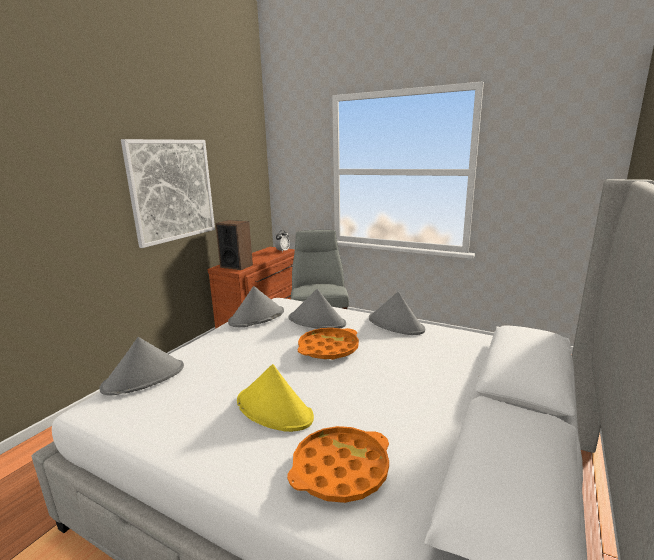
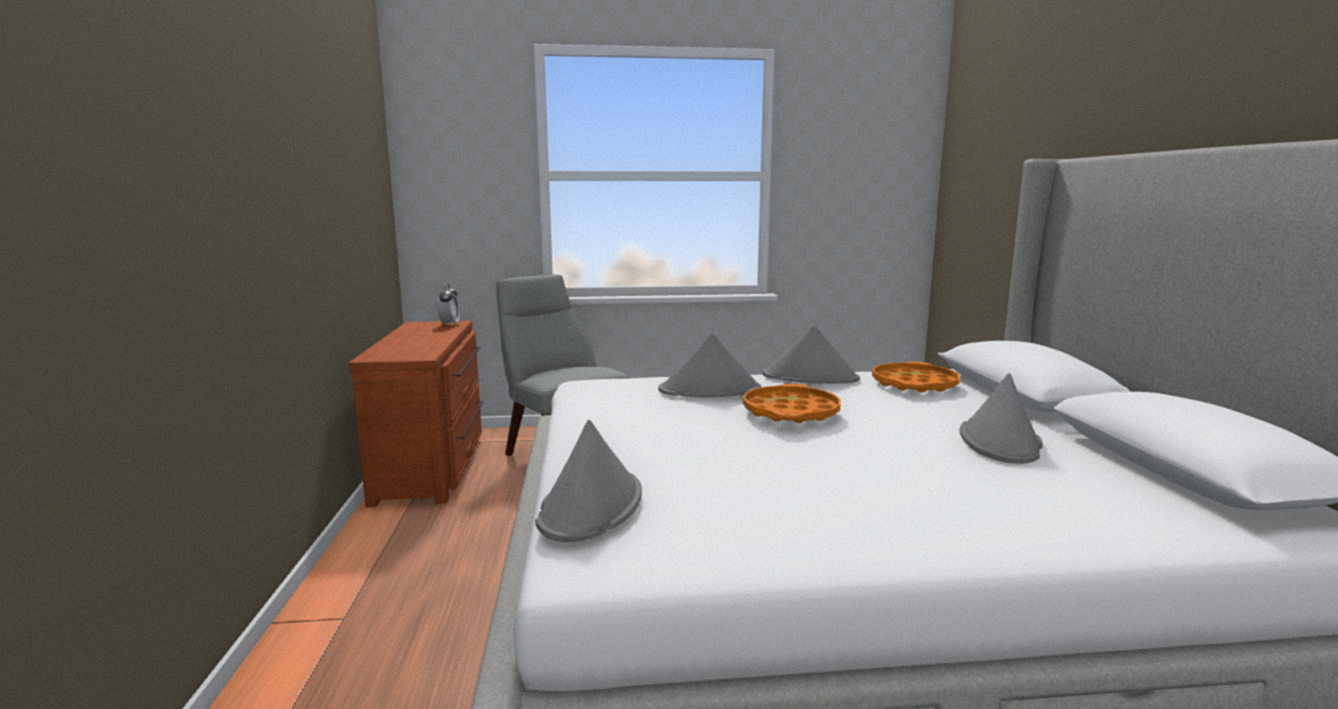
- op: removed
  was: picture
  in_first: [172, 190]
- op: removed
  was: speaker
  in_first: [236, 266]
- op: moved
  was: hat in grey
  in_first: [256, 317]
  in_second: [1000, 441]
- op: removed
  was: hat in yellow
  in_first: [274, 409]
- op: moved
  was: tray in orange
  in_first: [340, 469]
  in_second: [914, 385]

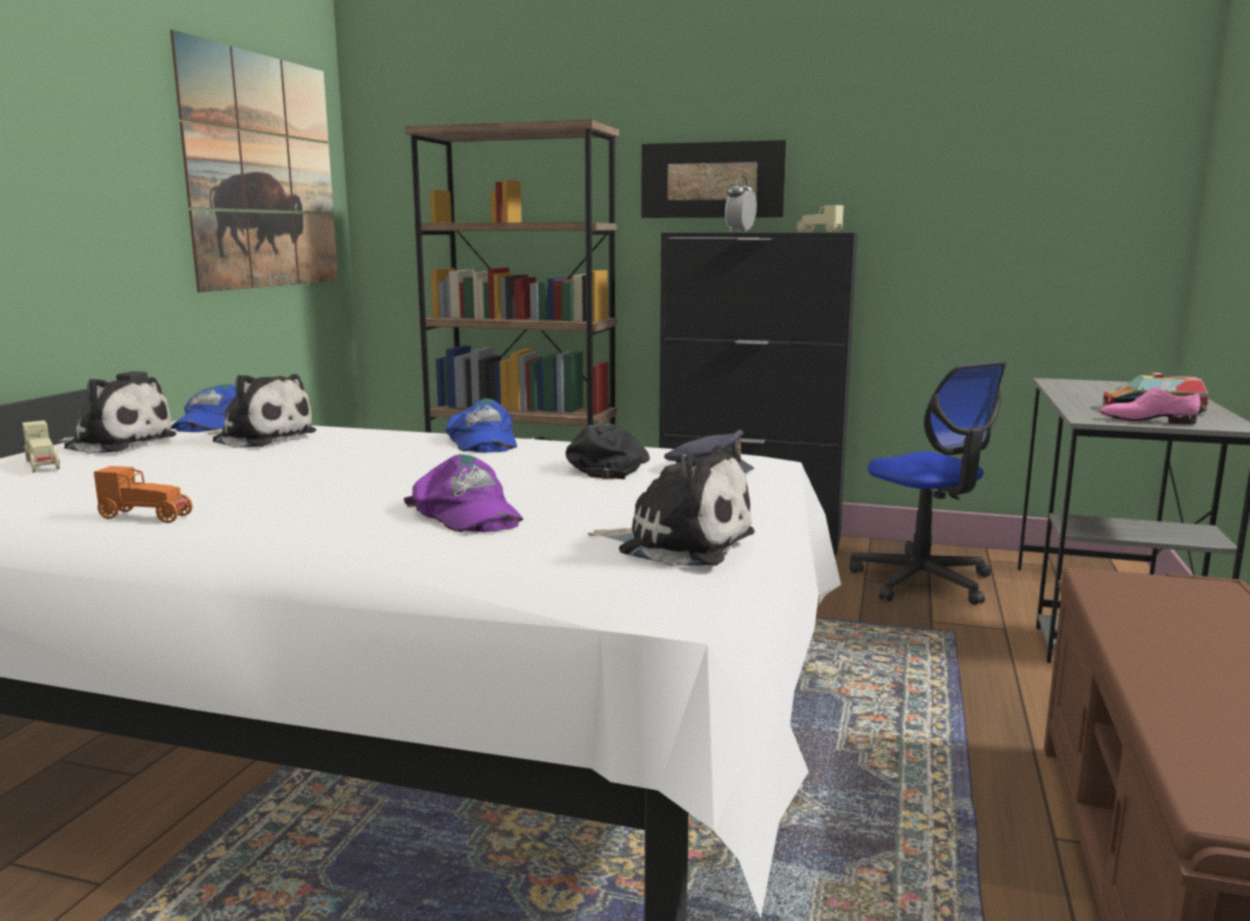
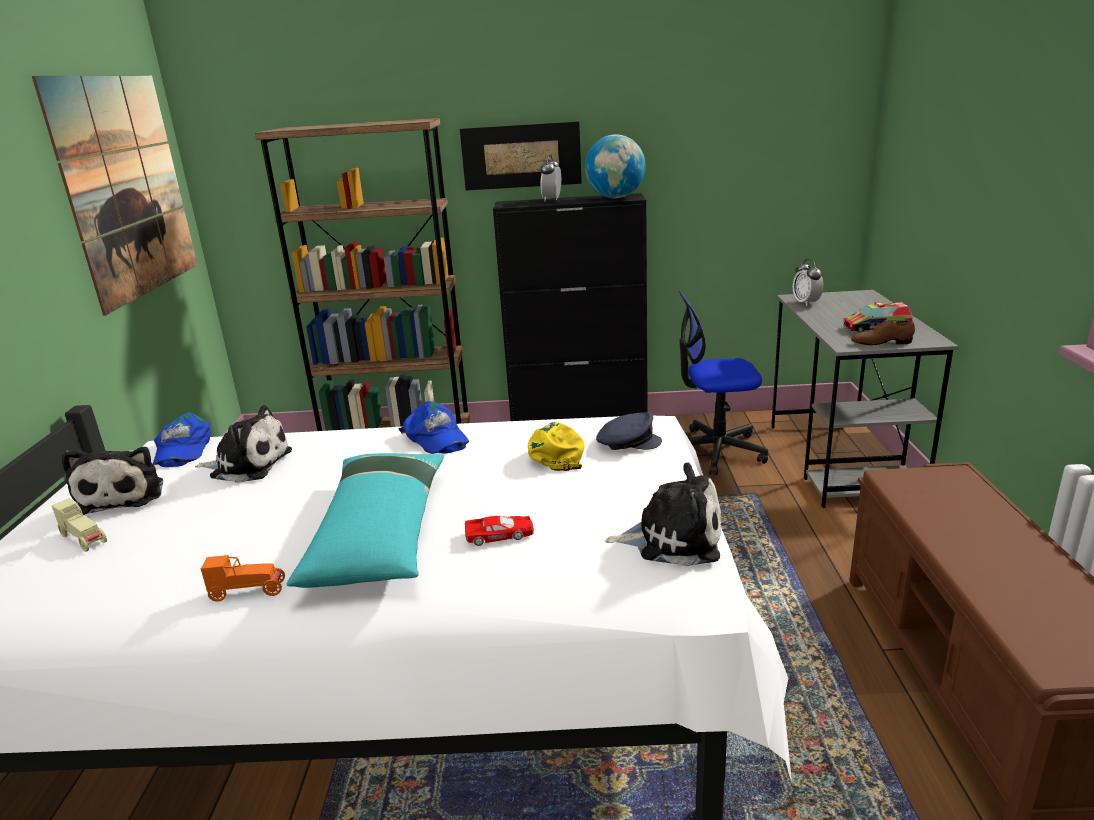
- op: replaced
  was: toy car in beige
  now: globe
  in_first: [818, 232]
  in_second: [615, 198]
- op: turned
  was: office chair
  in_first: [922, 581]
  in_second: [715, 451]
  clockwise: 135
- op: turned
  was: plush toy
  in_first: [117, 443]
  in_second: [124, 495]
  clockwise: 75
- op: recoloured
  was: shoe in pink
  now: shoe in brown
  in_first: [1147, 421]
  in_second: [881, 343]
- op: recoloured
  was: cap in black
  now: cap in yellow
  in_first: [610, 465]
  in_second: [557, 452]
- op: replaced
  was: cap in purple
  now: toy car in red
  in_first: [466, 513]
  in_second: [499, 535]
- op: added
  now: alarm clock
  in_second: [806, 303]
- op: added
  now: pillow in turquoise
  in_second: [379, 532]

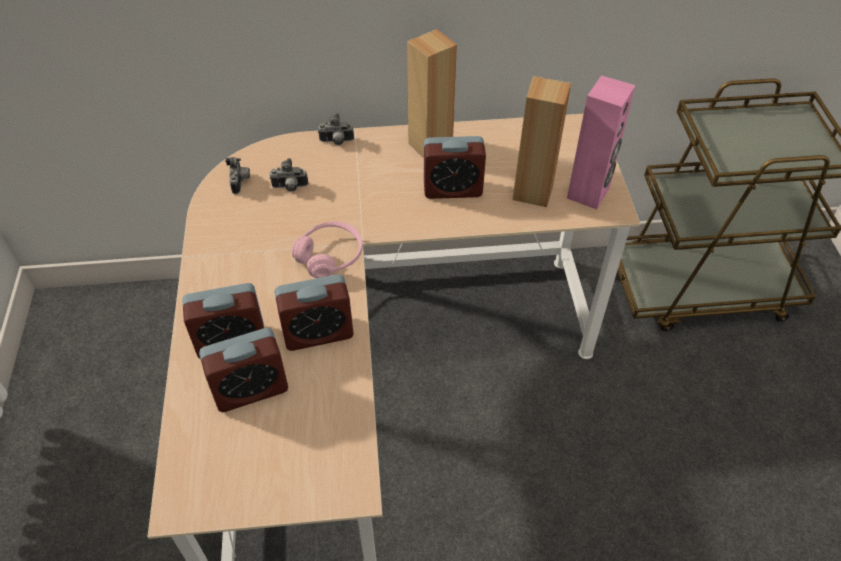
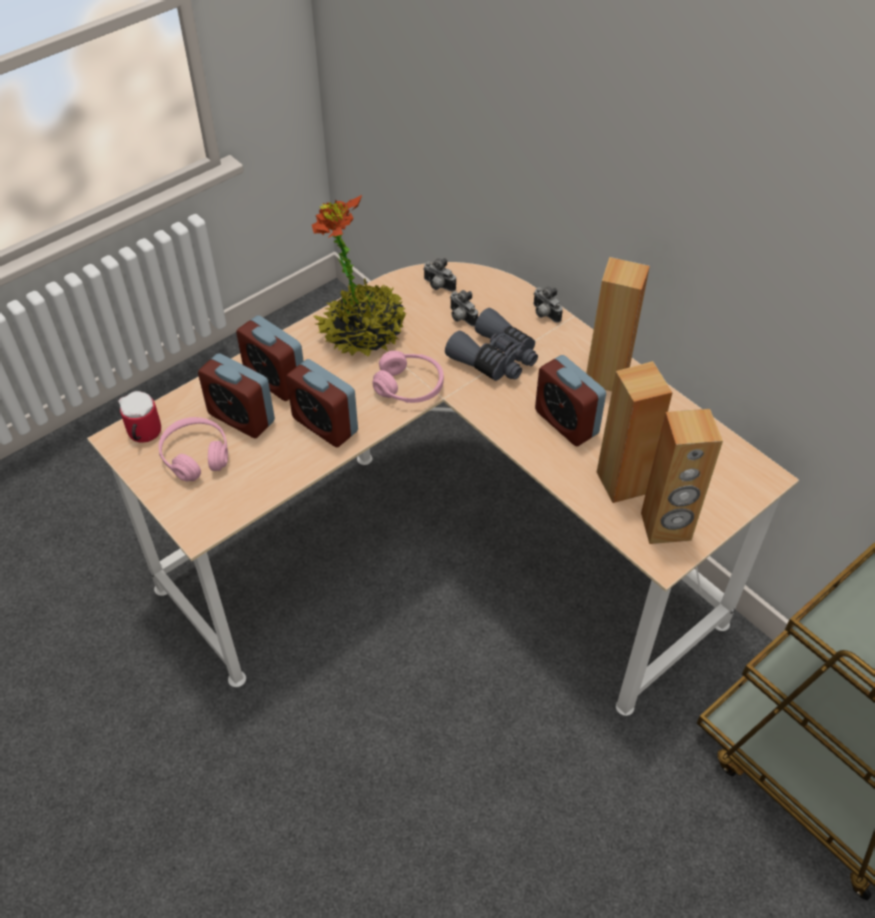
- op: recoloured
  was: speaker in pink
  now: speaker in brown
  in_first: [589, 193]
  in_second: [666, 527]
- op: turned
  was: photo camera
  in_first: [241, 182]
  in_second: [437, 286]
  clockwise: 75
- op: added
  now: potted plant
  in_second: [363, 332]
- op: added
  now: binoculars in grey
  in_second: [495, 358]
- op: added
  now: mug
  in_second: [142, 434]
- op: added
  now: headphones in pink
  in_second: [196, 456]

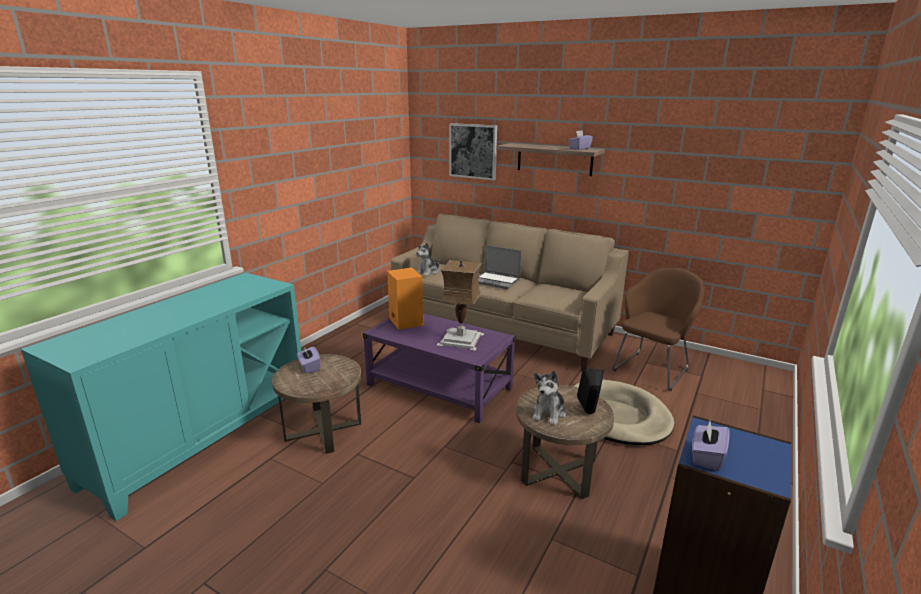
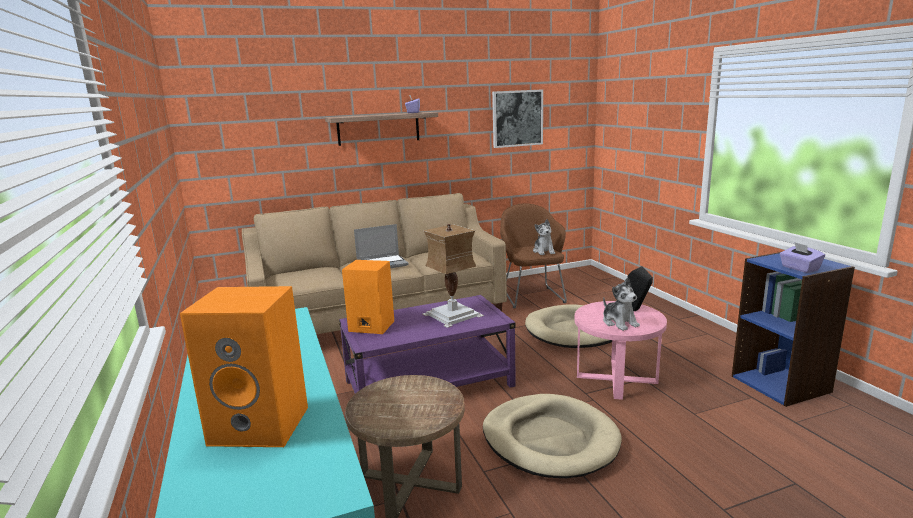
- op: moved
  was: picture
  in_first: [473, 151]
  in_second: [517, 118]
- op: moved
  was: plush toy
  in_first: [428, 272]
  in_second: [544, 251]
- op: removed
  was: tissue box in purple
  in_first: [309, 367]
- op: recoloured
  was: side table in brown
  now: side table in pink
  in_first: [558, 470]
  in_second: [616, 378]
- op: added
  now: speaker in orange
  in_second: [262, 424]
- op: added
  now: dog bed in beige
  in_second: [550, 440]

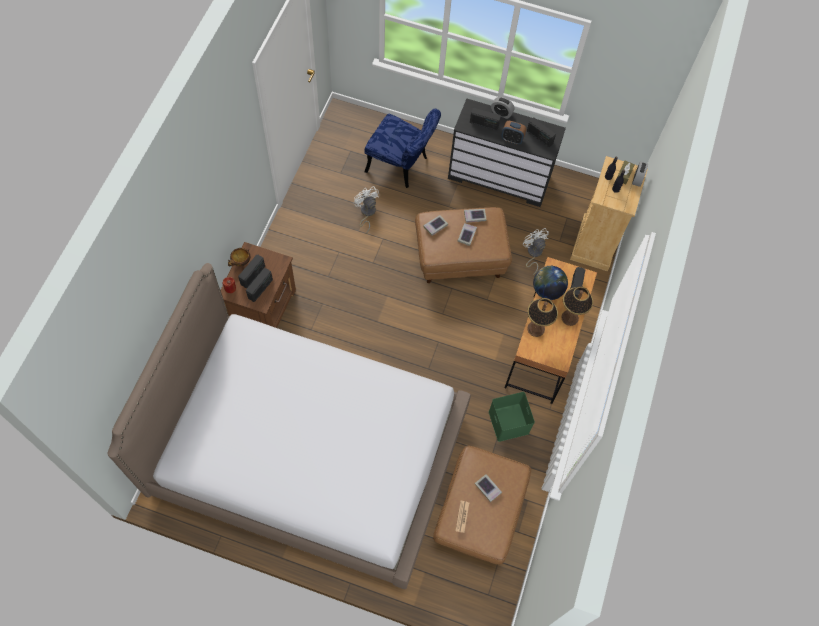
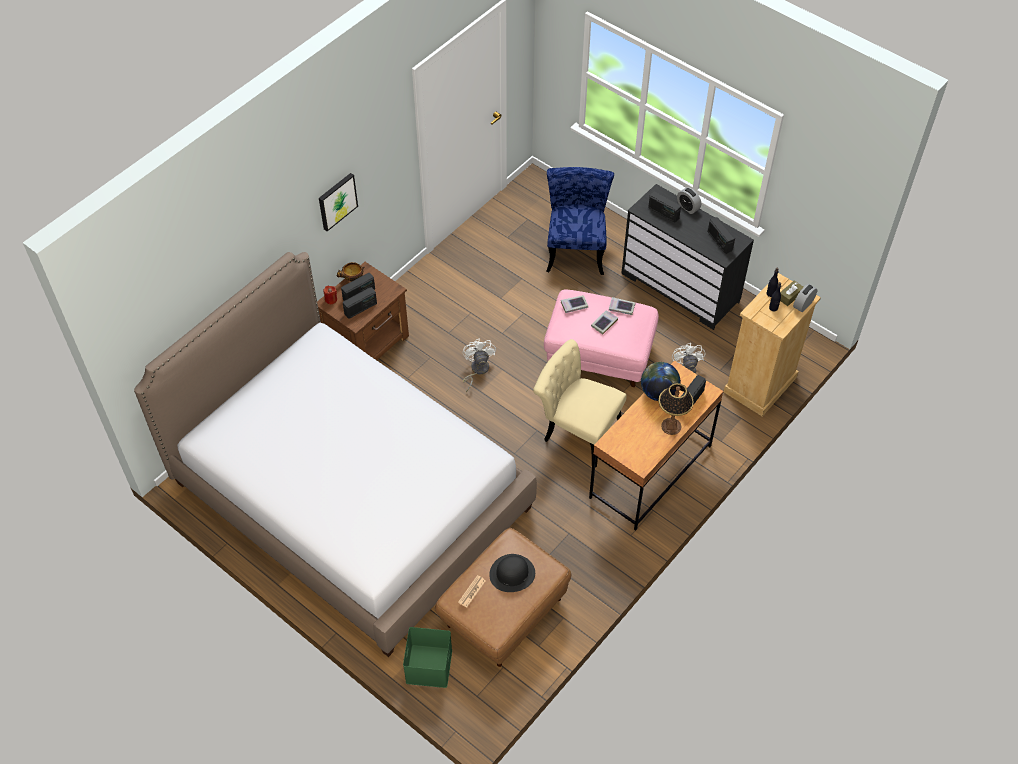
- op: turned
  was: chair in blue
  in_first: [401, 166]
  in_second: [576, 248]
  clockwise: -135
- op: removed
  was: alarm clock
  in_first: [512, 139]
- op: moved
  was: fan in white
  in_first: [366, 213]
  in_second: [477, 370]
- op: recoloured
  was: ottoman in brown
  now: ottoman in pink
  in_first: [460, 257]
  in_second: [599, 354]
- op: removed
  was: table lamp
  in_first: [536, 329]
- op: moved
  was: storage box in green
  in_first: [507, 421]
  in_second: [428, 665]
- op: replaced
  was: book
  now: hat in black
  in_first: [488, 488]
  in_second: [512, 574]
- op: added
  now: picture
  in_second: [337, 201]
- op: added
  now: chair in beige
  in_second: [576, 430]

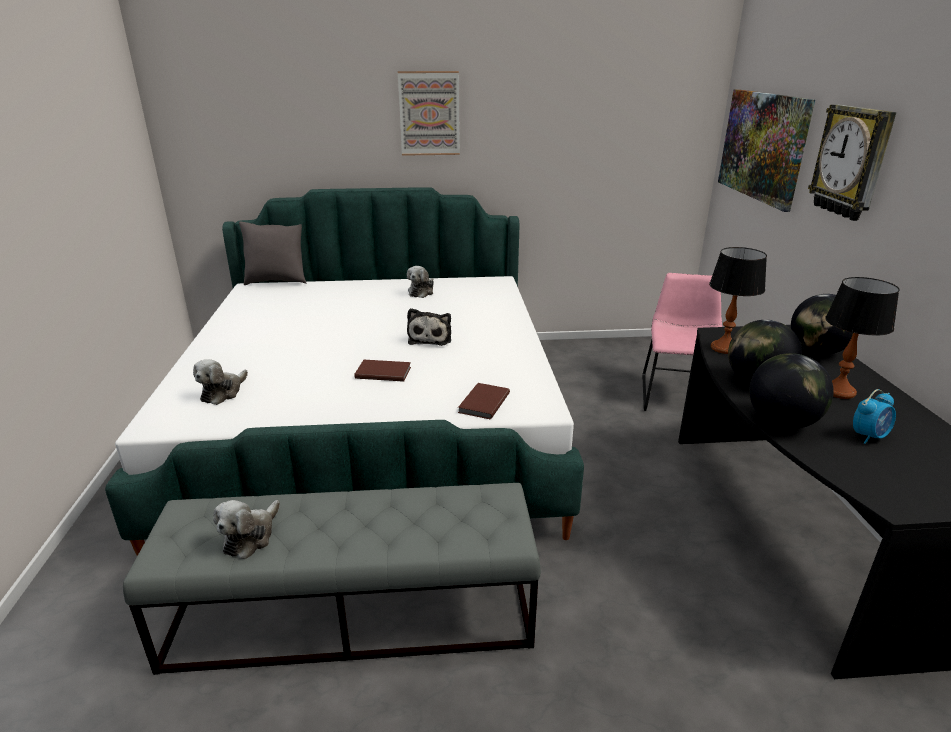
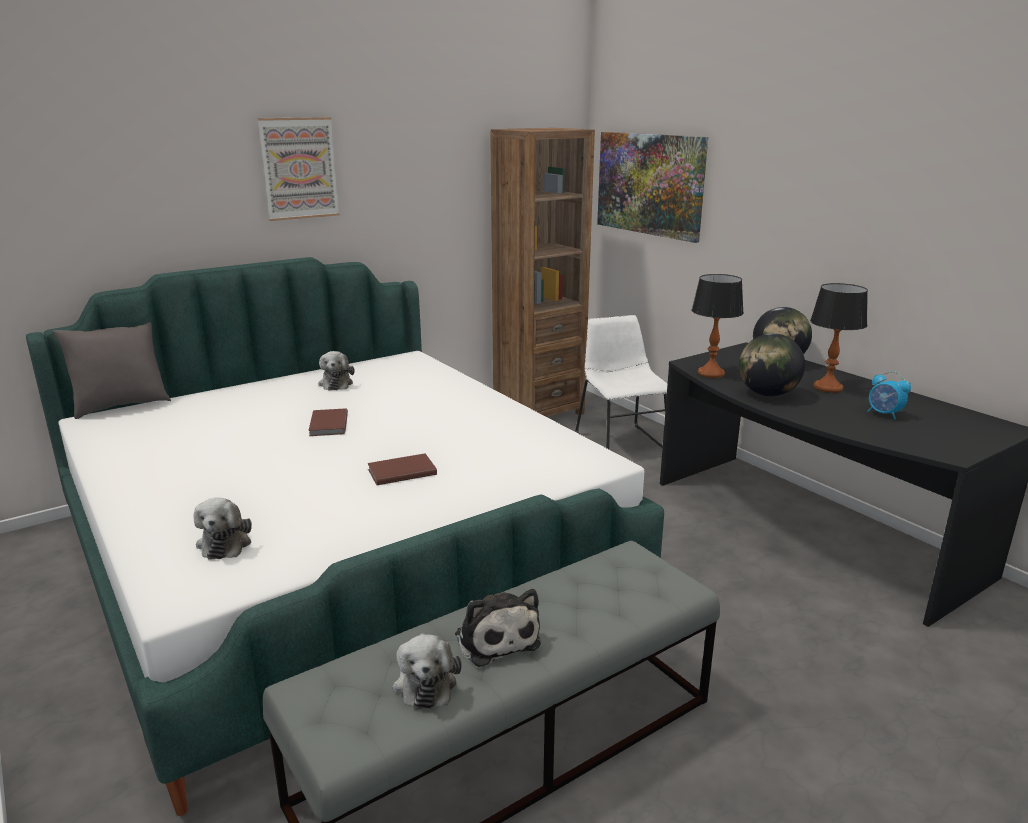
- op: removed
  was: wall clock
  in_first: [852, 162]
- op: recoloured
  was: chair in pink
  now: chair in white
  in_first: [677, 394]
  in_second: [620, 442]
- op: moved
  was: plush toy
  in_first: [430, 338]
  in_second: [495, 637]
- op: removed
  was: globe
  in_first: [782, 423]
- op: moved
  was: book in brown
  in_first: [482, 403]
  in_second: [327, 425]
- op: turned
  was: alarm clock
  in_first: [868, 436]
  in_second: [884, 414]
  clockwise: 105
- op: added
  now: bookcase in brown
  in_second: [538, 412]

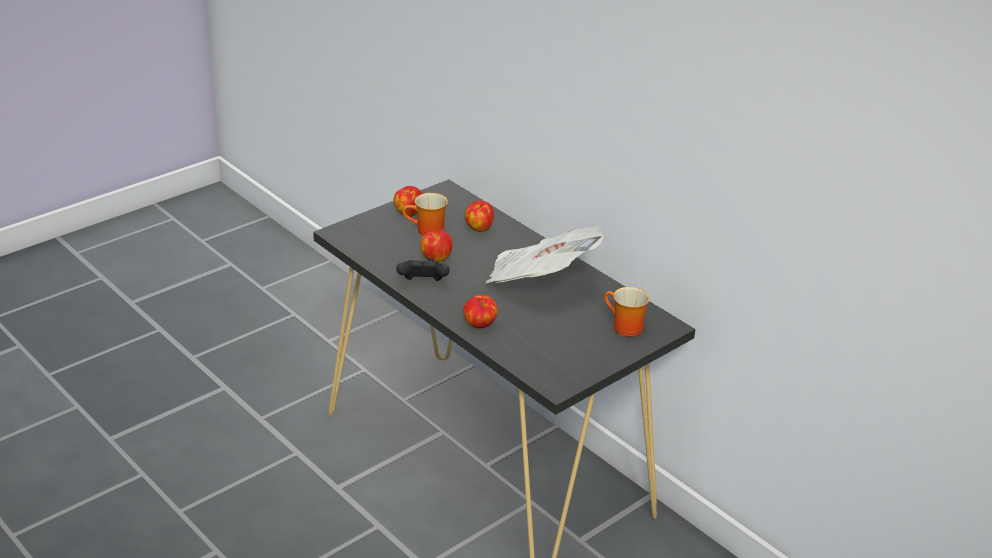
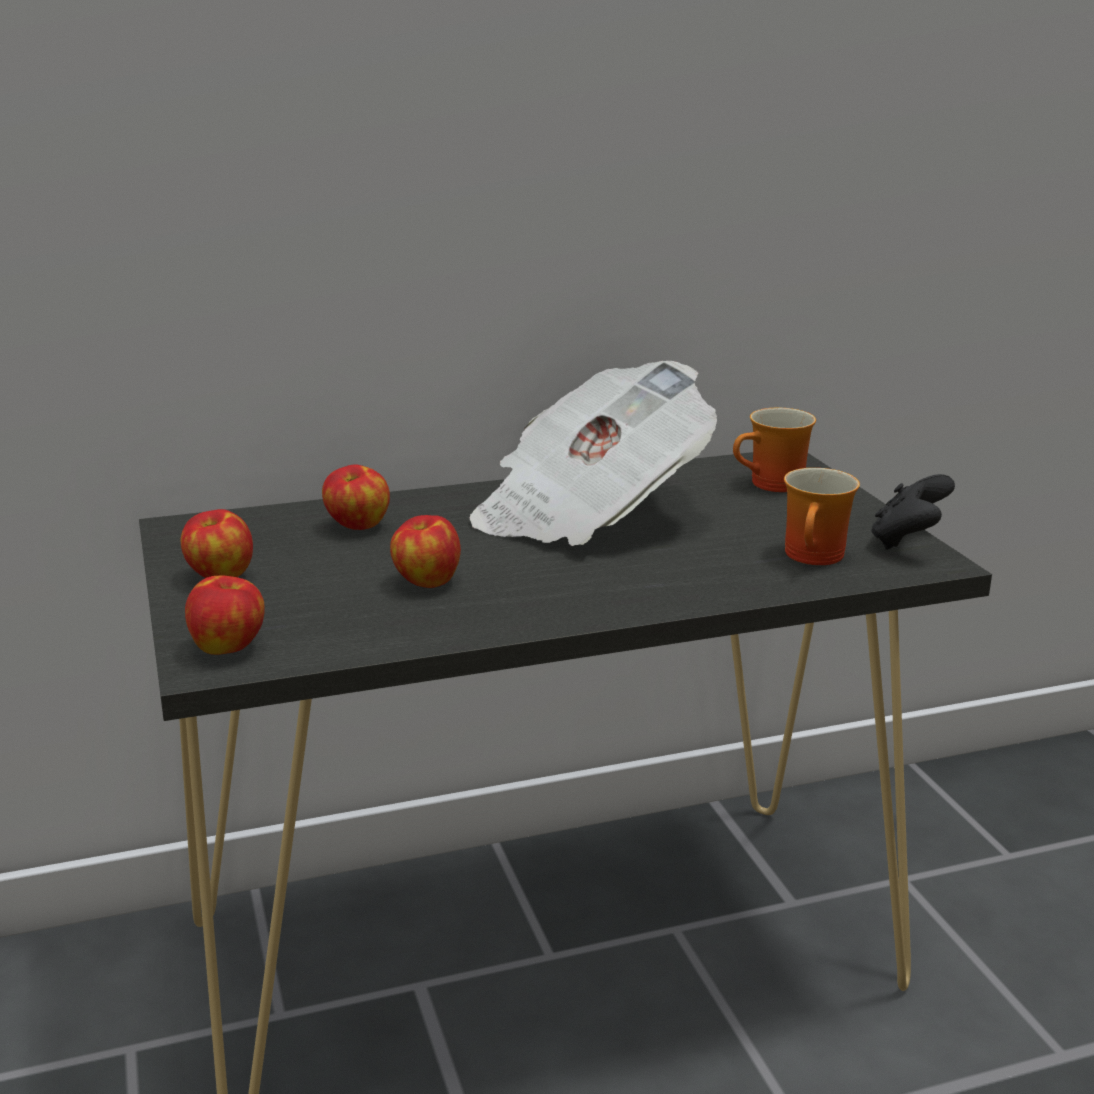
- op: moved
  was: mug
  in_first: [427, 232]
  in_second: [817, 557]
- op: moved
  was: game controller in black
  in_first: [423, 284]
  in_second: [907, 541]
- op: moved
  was: apple
  in_first: [480, 325]
  in_second: [228, 647]

